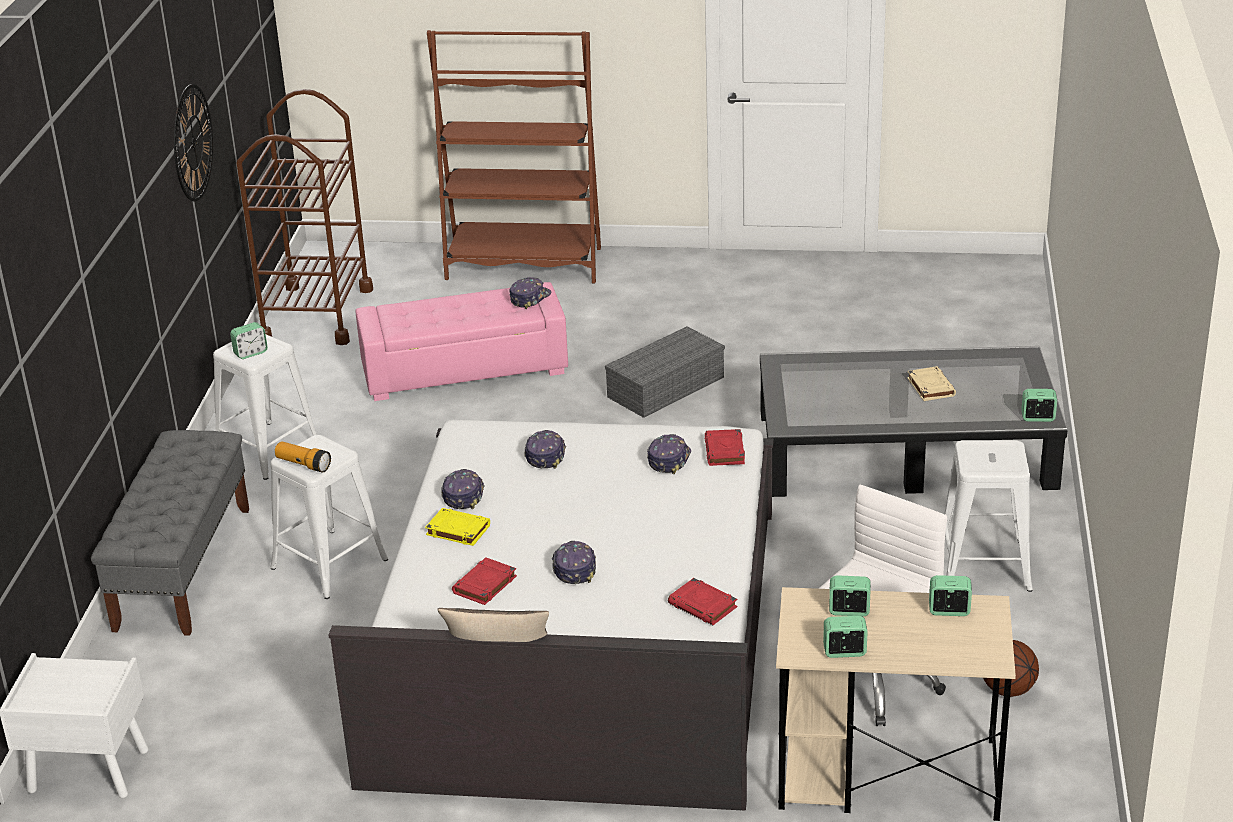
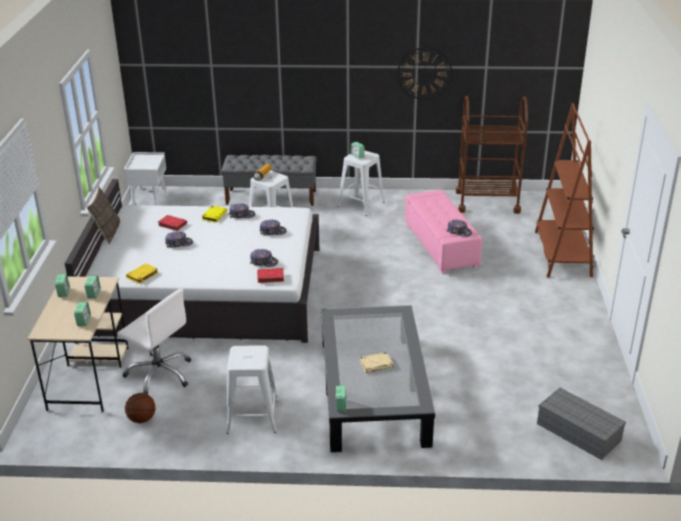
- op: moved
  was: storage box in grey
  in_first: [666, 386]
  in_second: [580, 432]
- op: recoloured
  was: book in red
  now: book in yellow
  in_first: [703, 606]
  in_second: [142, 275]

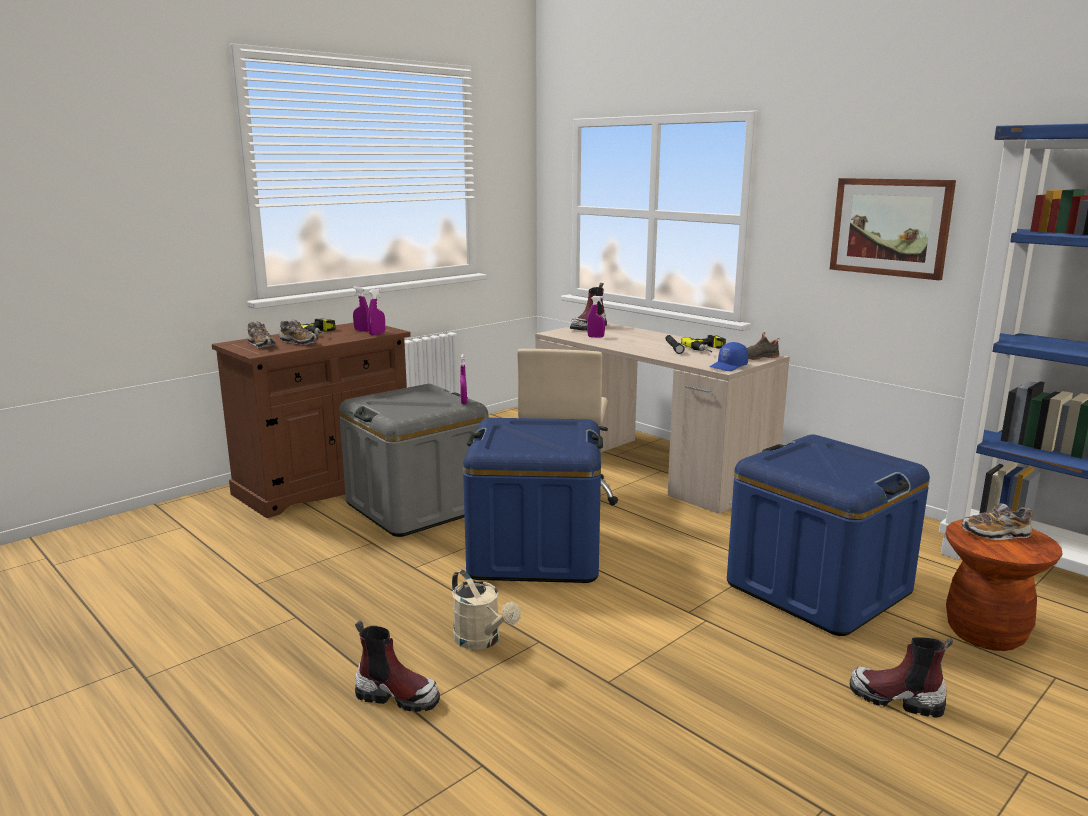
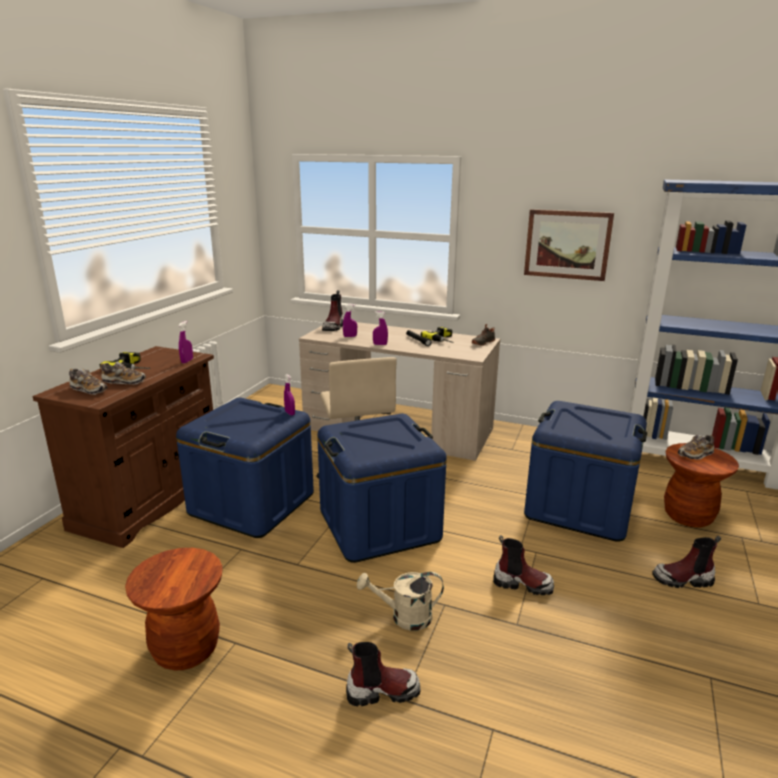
- op: moved
  was: spray bottle in purple
  in_first: [362, 331]
  in_second: [380, 344]
- op: removed
  was: cap in blue
  in_first: [728, 366]
- op: recoloured
  was: storage box in grey
  now: storage box in blue
  in_first: [417, 506]
  in_second: [252, 504]
- op: turned
  was: watering can in beige
  in_first: [482, 640]
  in_second: [404, 617]
  clockwise: 150
- op: added
  now: boot
  in_second: [522, 584]
- op: added
  now: stool in brown
  in_second: [186, 649]

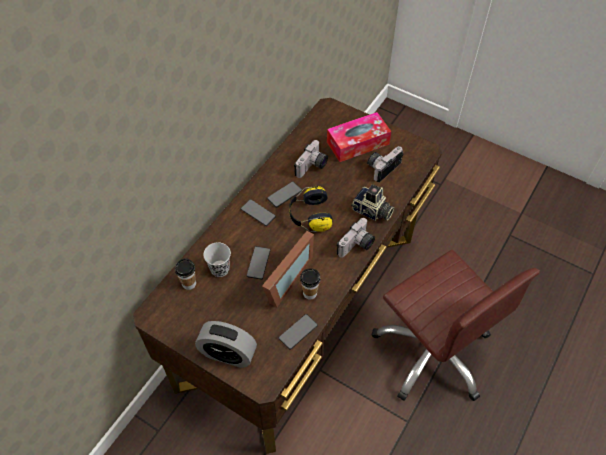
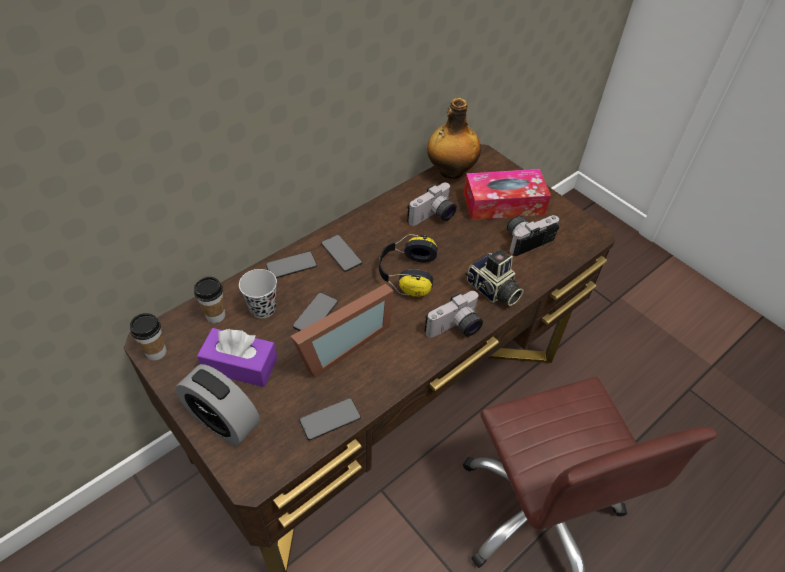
- op: moved
  was: phone
  in_first: [284, 194]
  in_second: [291, 266]
- op: moved
  was: cup
  in_first: [310, 293]
  in_second: [156, 352]
- op: added
  now: bottle
  in_second: [450, 171]
- op: added
  now: tissue box in purple
  in_second: [240, 365]

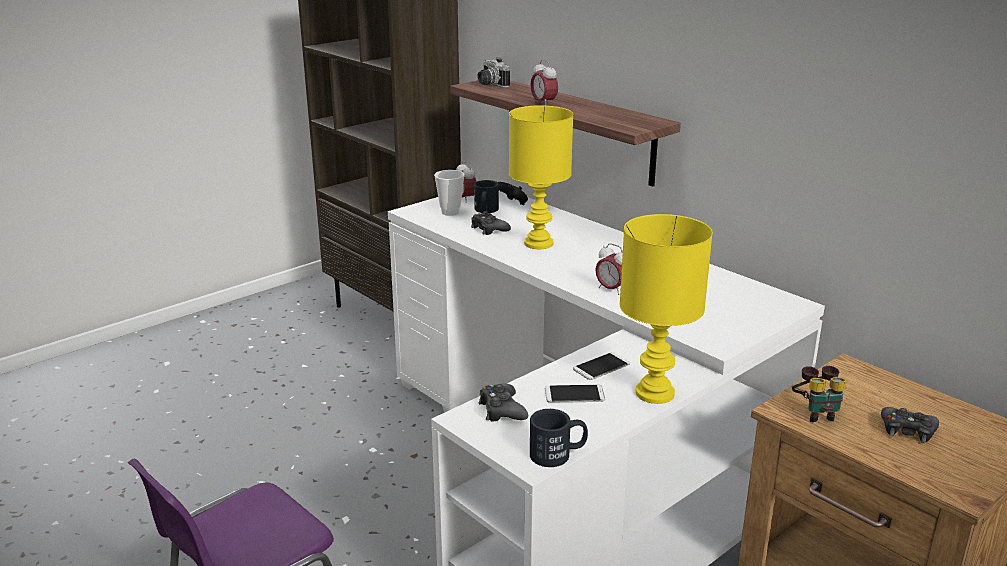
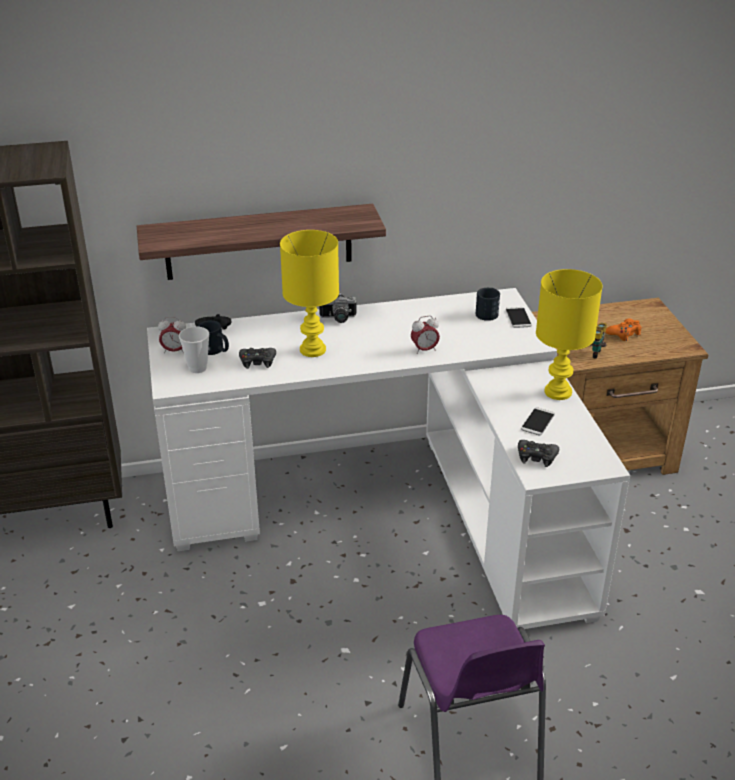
- op: moved
  was: photo camera
  in_first: [490, 84]
  in_second: [338, 319]
- op: removed
  was: alarm clock
  in_first: [543, 104]
- op: moved
  was: phone
  in_first: [601, 367]
  in_second: [518, 318]
- op: recoloured
  was: game controller in black
  now: game controller in orange
  in_first: [907, 430]
  in_second: [624, 333]
- op: moved
  was: mug in black
  in_first: [558, 454]
  in_second: [488, 312]

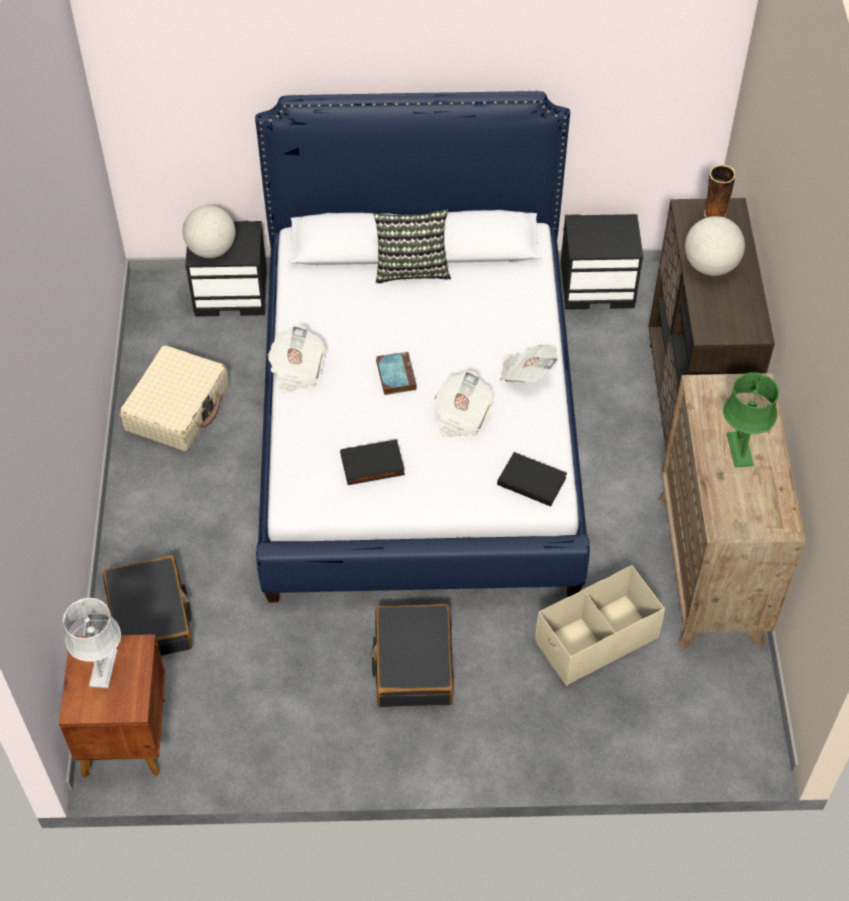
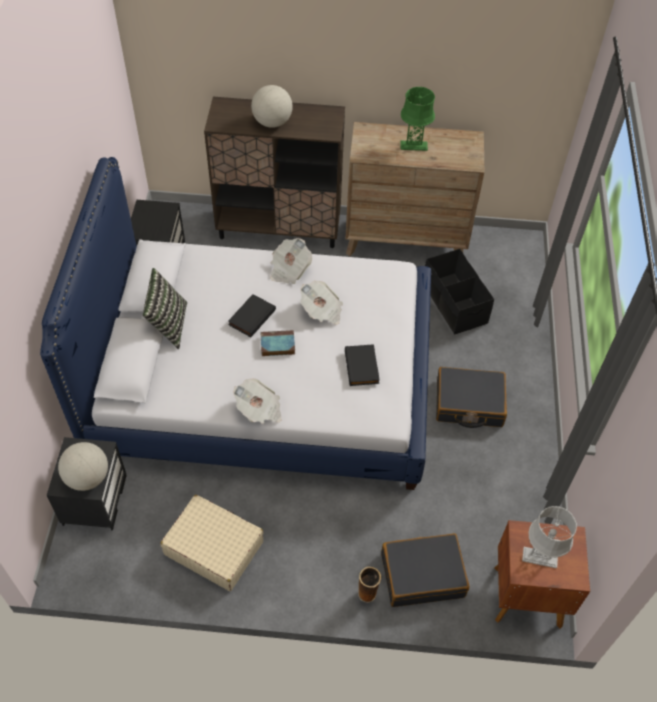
- op: moved
  was: vase
  in_first: [714, 214]
  in_second: [367, 595]
- op: moved
  was: book in black
  in_first: [532, 480]
  in_second: [251, 317]
- op: recoloured
  was: storage box in beige
  now: storage box in black
  in_first: [596, 639]
  in_second: [454, 303]

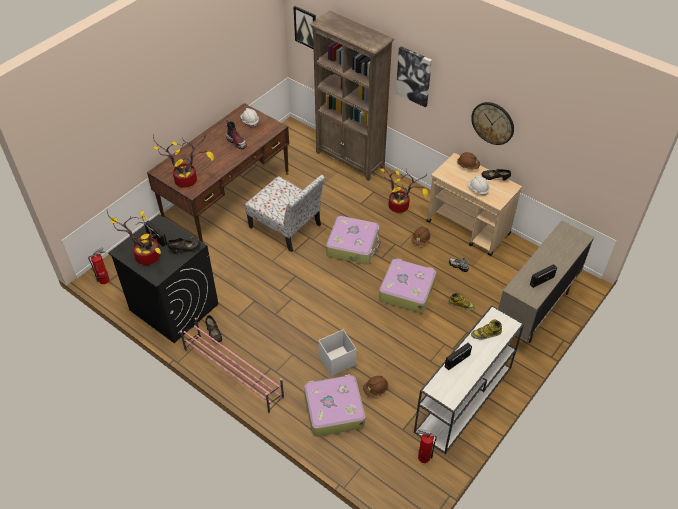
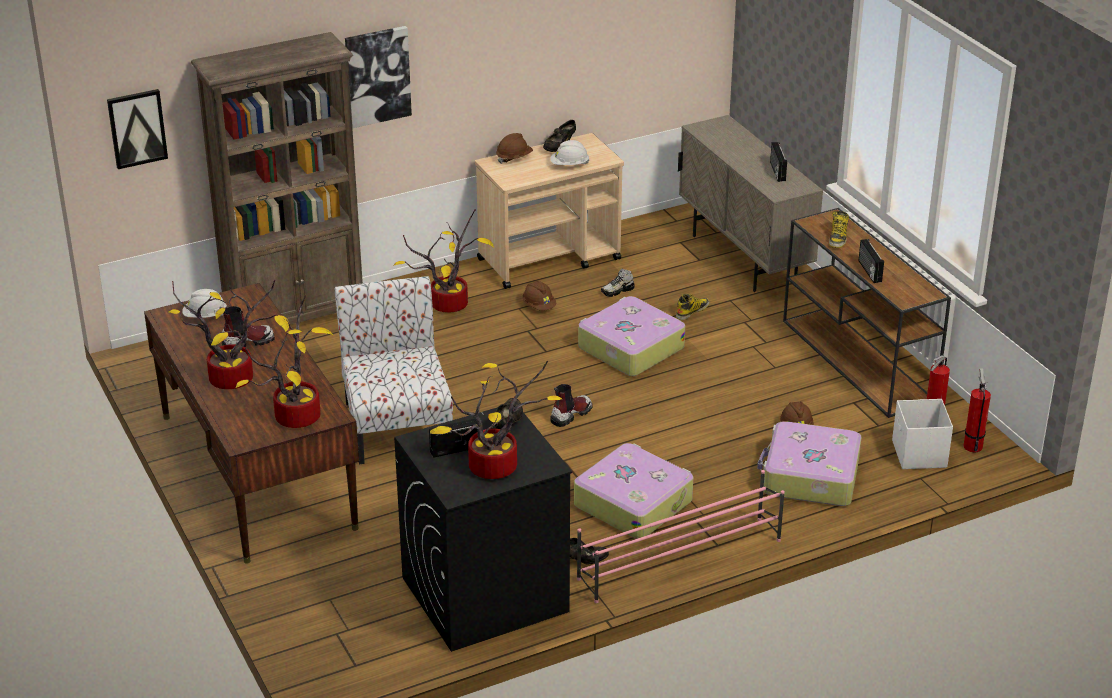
- op: removed
  was: wall clock
  in_first: [493, 123]
- op: turned
  was: chair
  in_first: [286, 227]
  in_second: [396, 424]
  clockwise: -75
- op: moved
  was: suitcase
  in_first: [353, 245]
  in_second: [633, 502]
- op: moved
  was: fire extinguisher
  in_first: [105, 279]
  in_second: [972, 445]
- op: recoloured
  was: console table in white
  now: console table in brown
  in_first: [463, 400]
  in_second: [859, 361]
- op: moved
  was: storage box in white
  in_first: [336, 361]
  in_second: [919, 455]
- op: added
  now: potted plant
  in_second: [234, 377]
- op: added
  now: boot
  in_second: [570, 414]

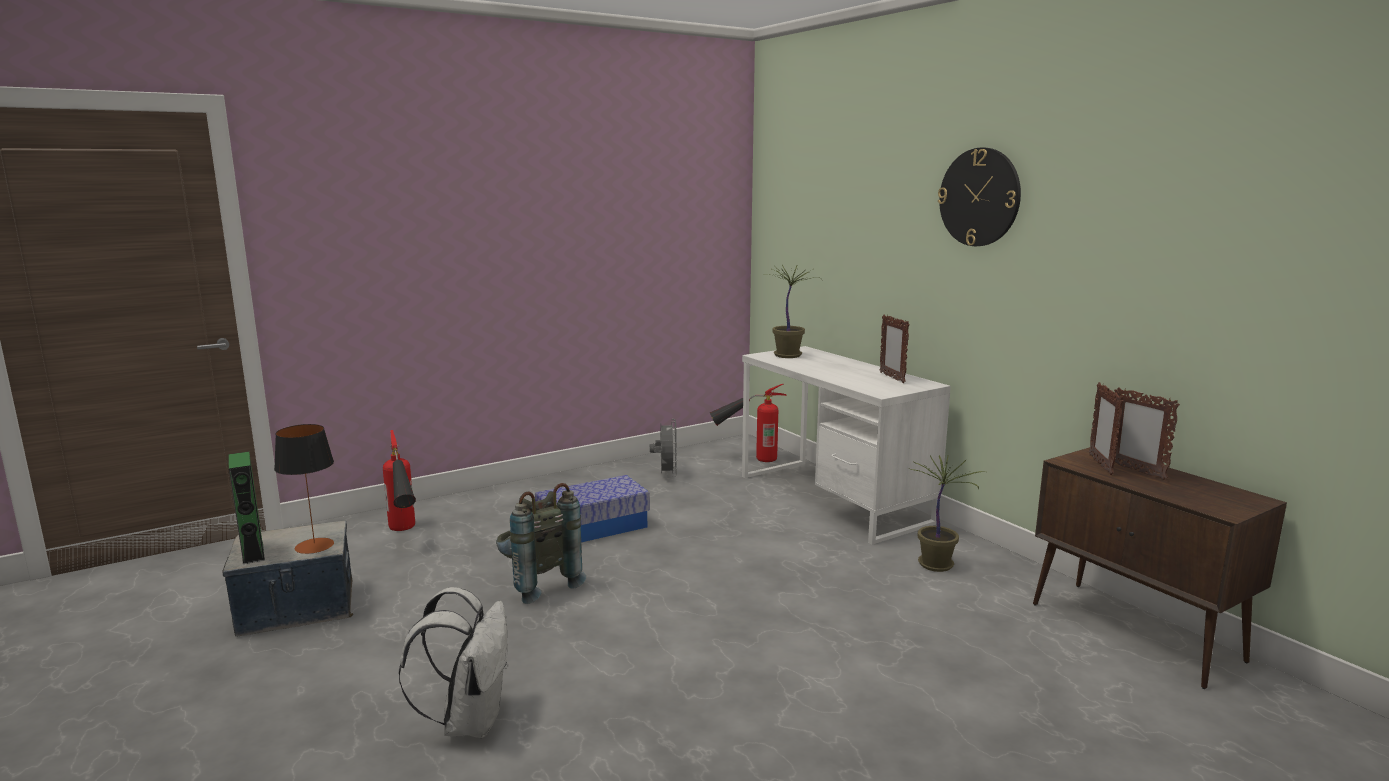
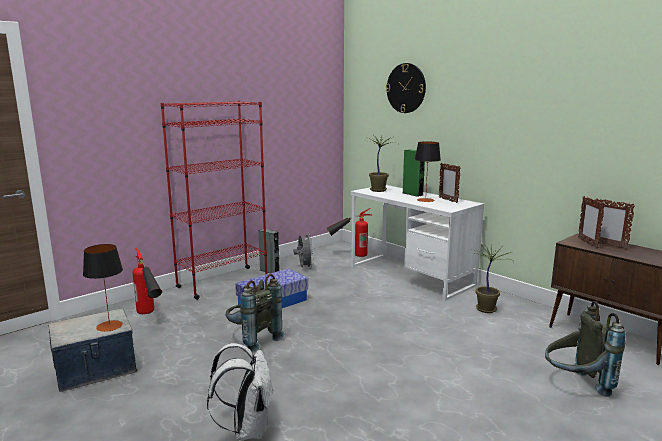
- op: moved
  was: wall clock
  in_first: [979, 197]
  in_second: [406, 88]
- op: moved
  was: speaker in green
  in_first: [253, 552]
  in_second: [412, 194]
- op: added
  now: bookcase in red
  in_second: [223, 282]
- op: added
  now: table lamp
  in_second: [425, 200]
- op: added
  now: speaker in grey
  in_second: [269, 271]
- op: added
  now: backpack in grey
  in_second: [575, 386]

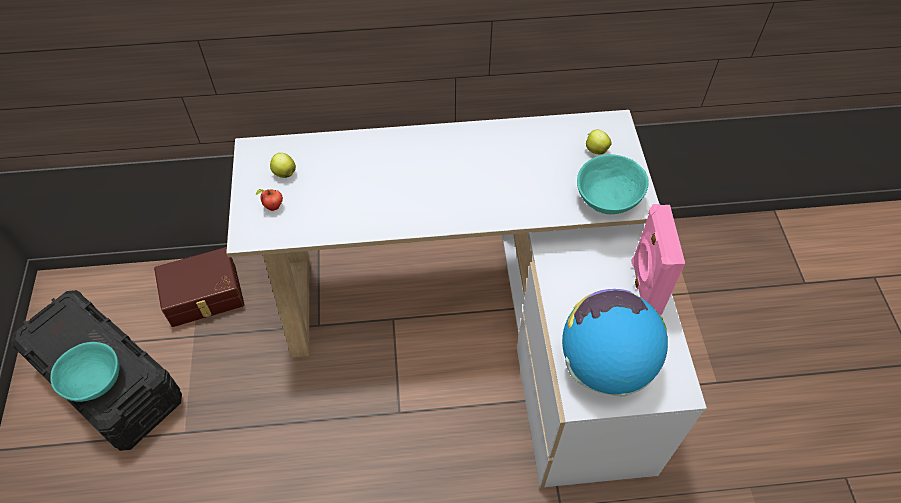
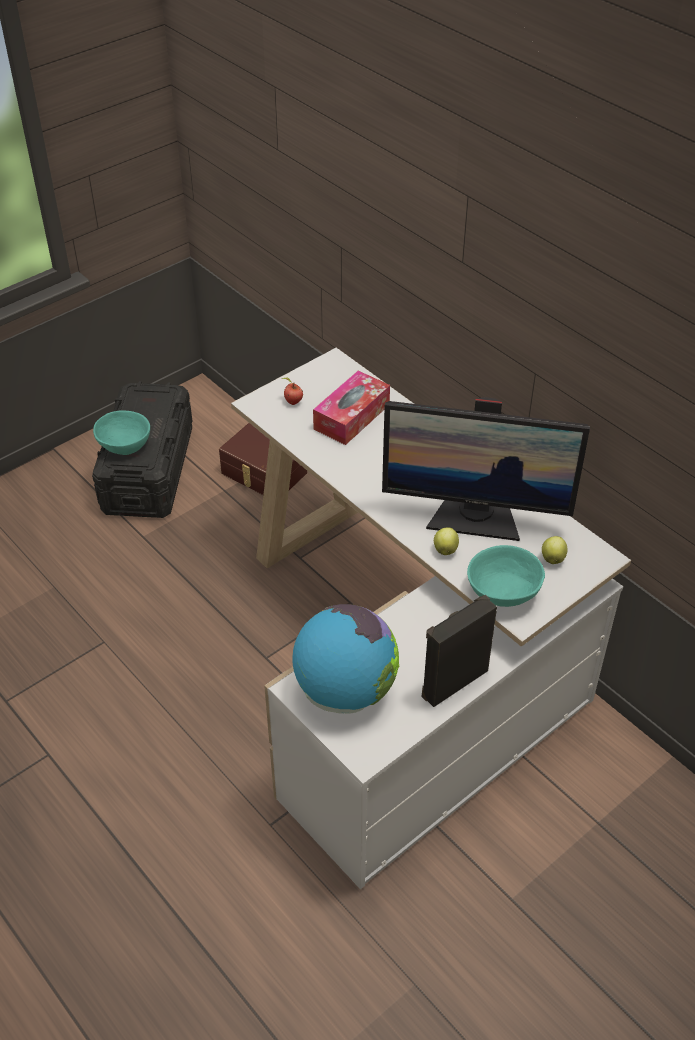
- op: moved
  was: apple
  in_first: [284, 173]
  in_second: [445, 549]
- op: recoloured
  was: speaker in pink
  now: speaker in black
  in_first: [644, 287]
  in_second: [453, 681]
- op: added
  now: tissue box
  in_second: [351, 417]
- op: added
  now: monitor
  in_second: [475, 518]

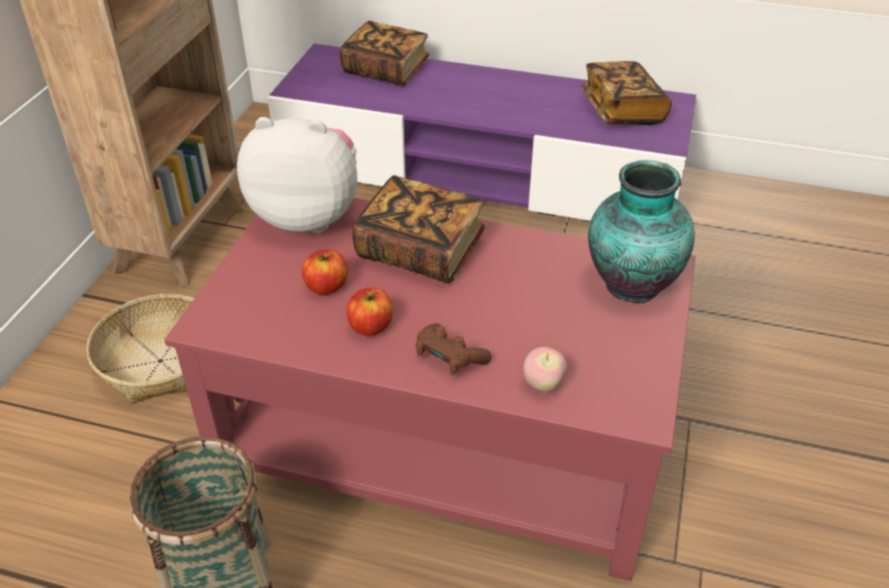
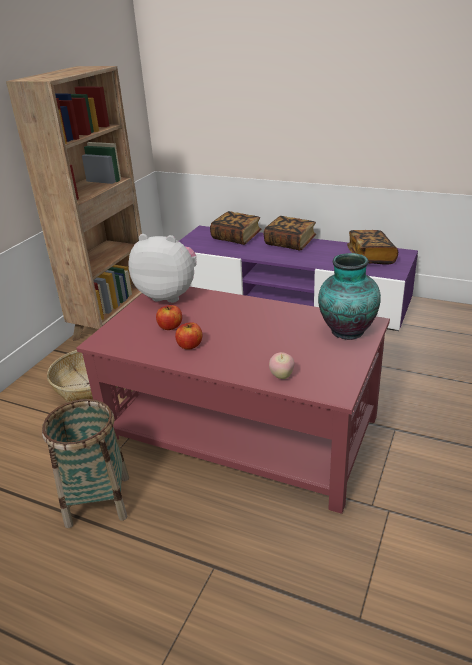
- op: moved
  was: book
  in_first: [420, 251]
  in_second: [290, 243]
- op: removed
  was: game controller in brown
  in_first: [449, 358]

